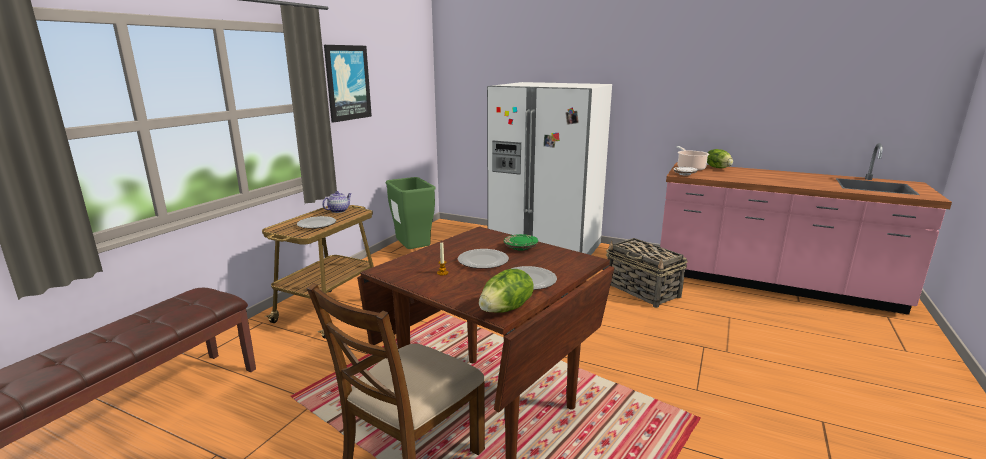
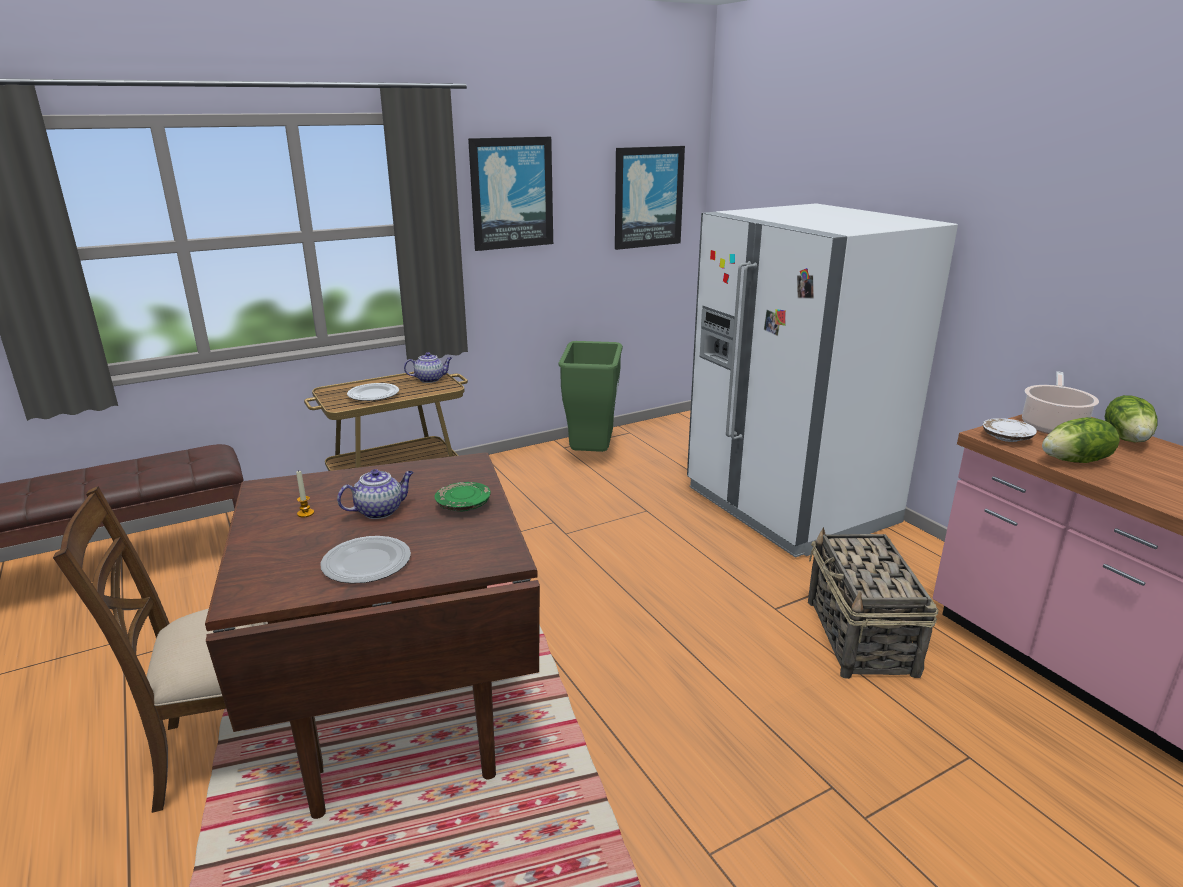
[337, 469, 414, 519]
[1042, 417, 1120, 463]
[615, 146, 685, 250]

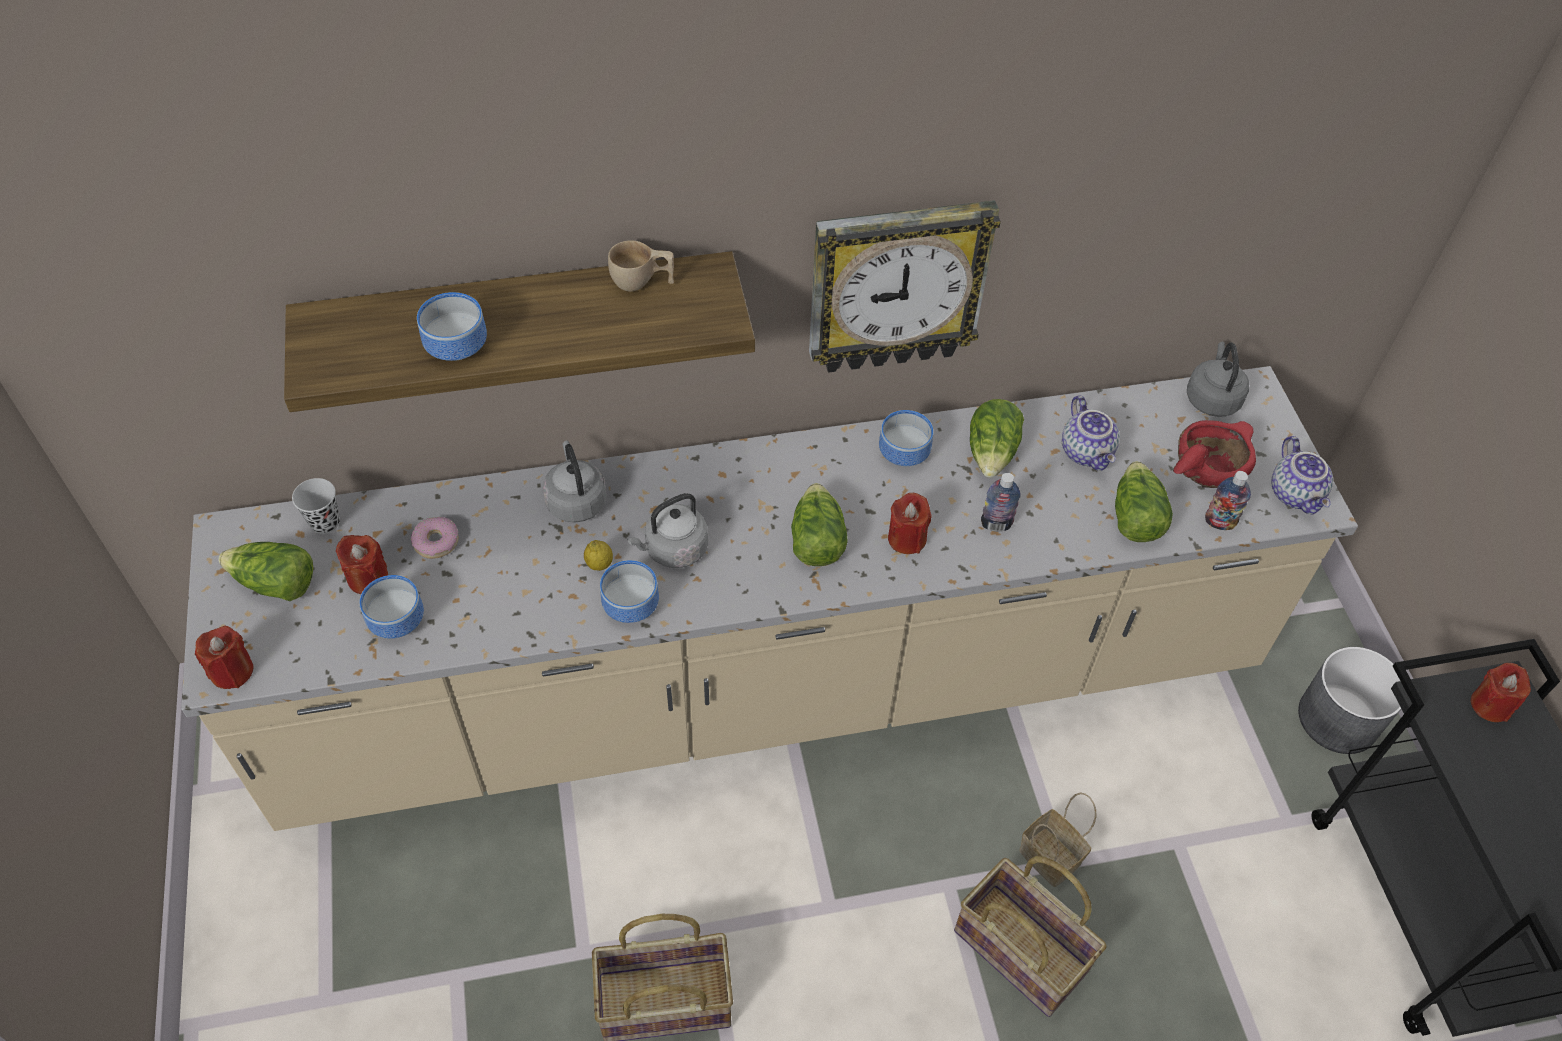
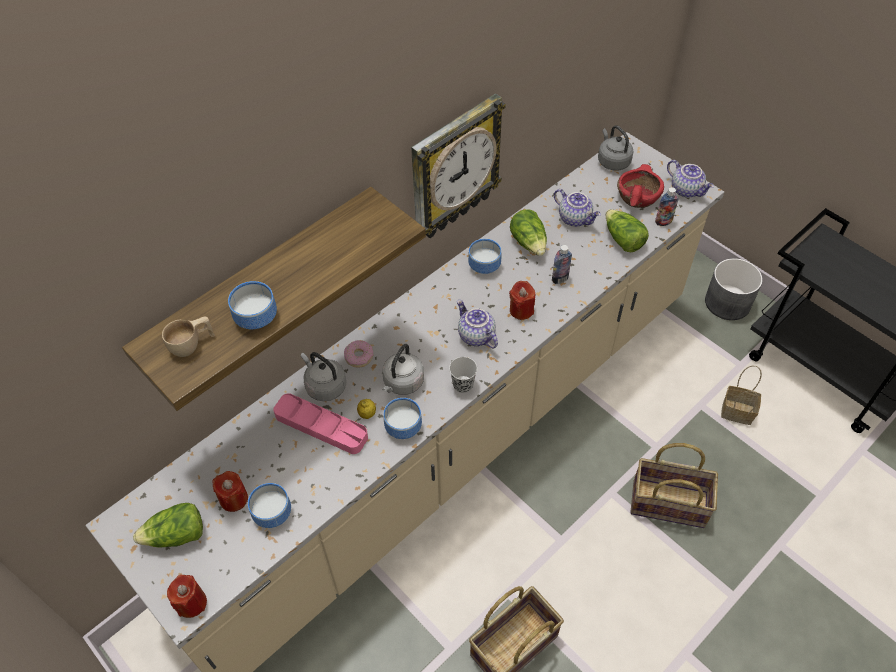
[162, 316, 215, 357]
[449, 357, 477, 393]
[457, 300, 498, 349]
[344, 340, 373, 367]
[1471, 663, 1531, 722] (first image)
[721, 365, 762, 425]
[273, 393, 368, 454]

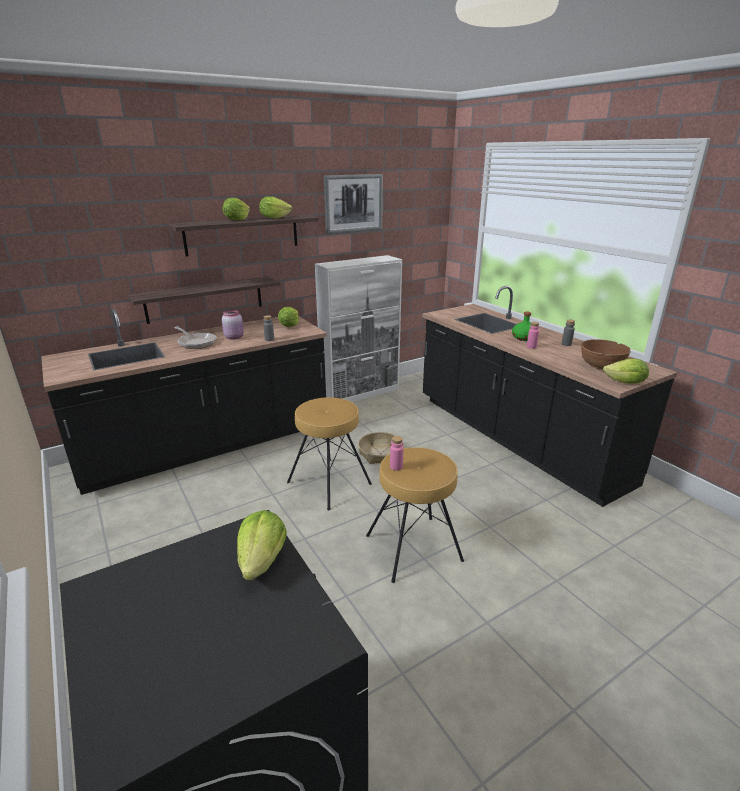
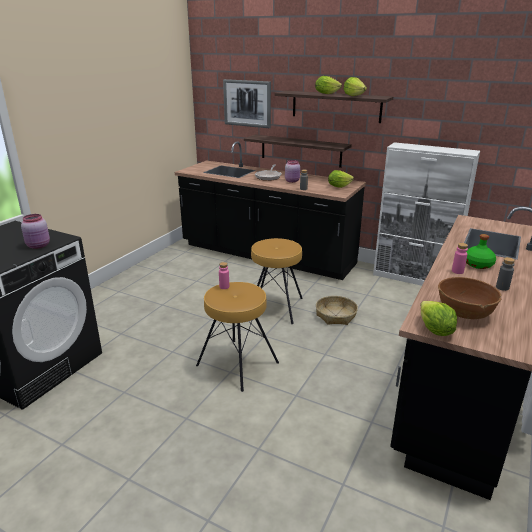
[223, 79, 271, 128]
[21, 214, 50, 249]

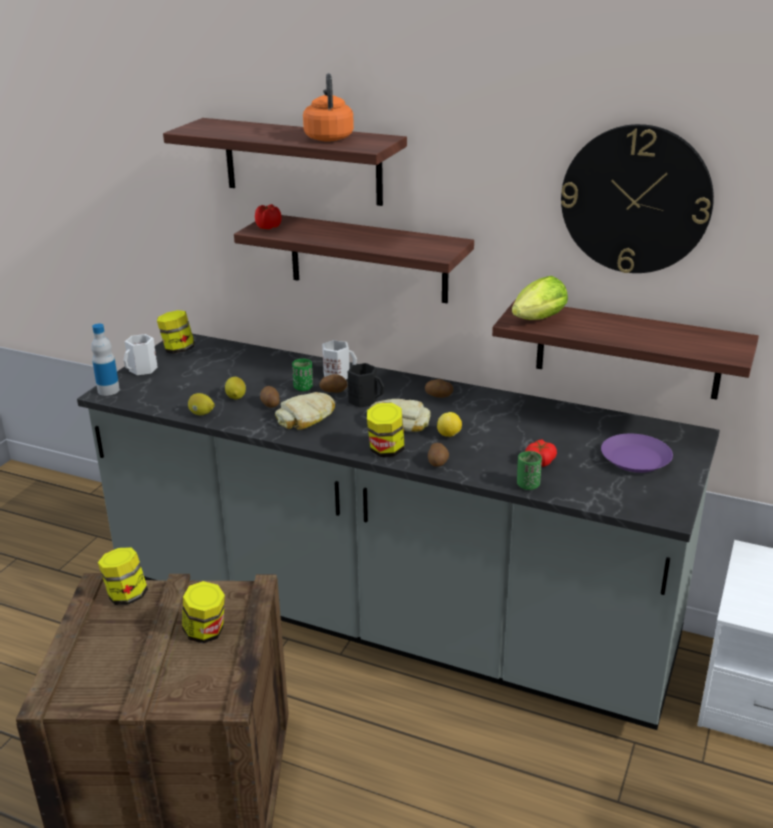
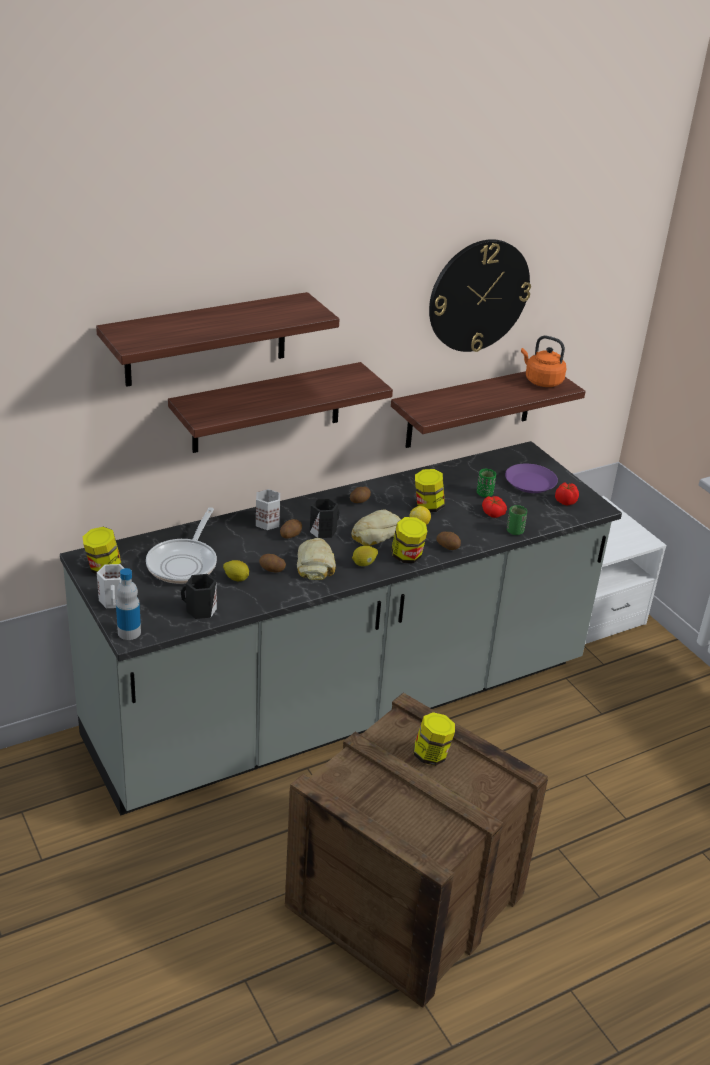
[521, 335, 566, 387]
[555, 482, 579, 505]
[512, 276, 568, 320] (first image)
[477, 469, 496, 497]
[352, 546, 378, 566]
[415, 469, 445, 512]
[146, 507, 217, 584]
[181, 574, 217, 619]

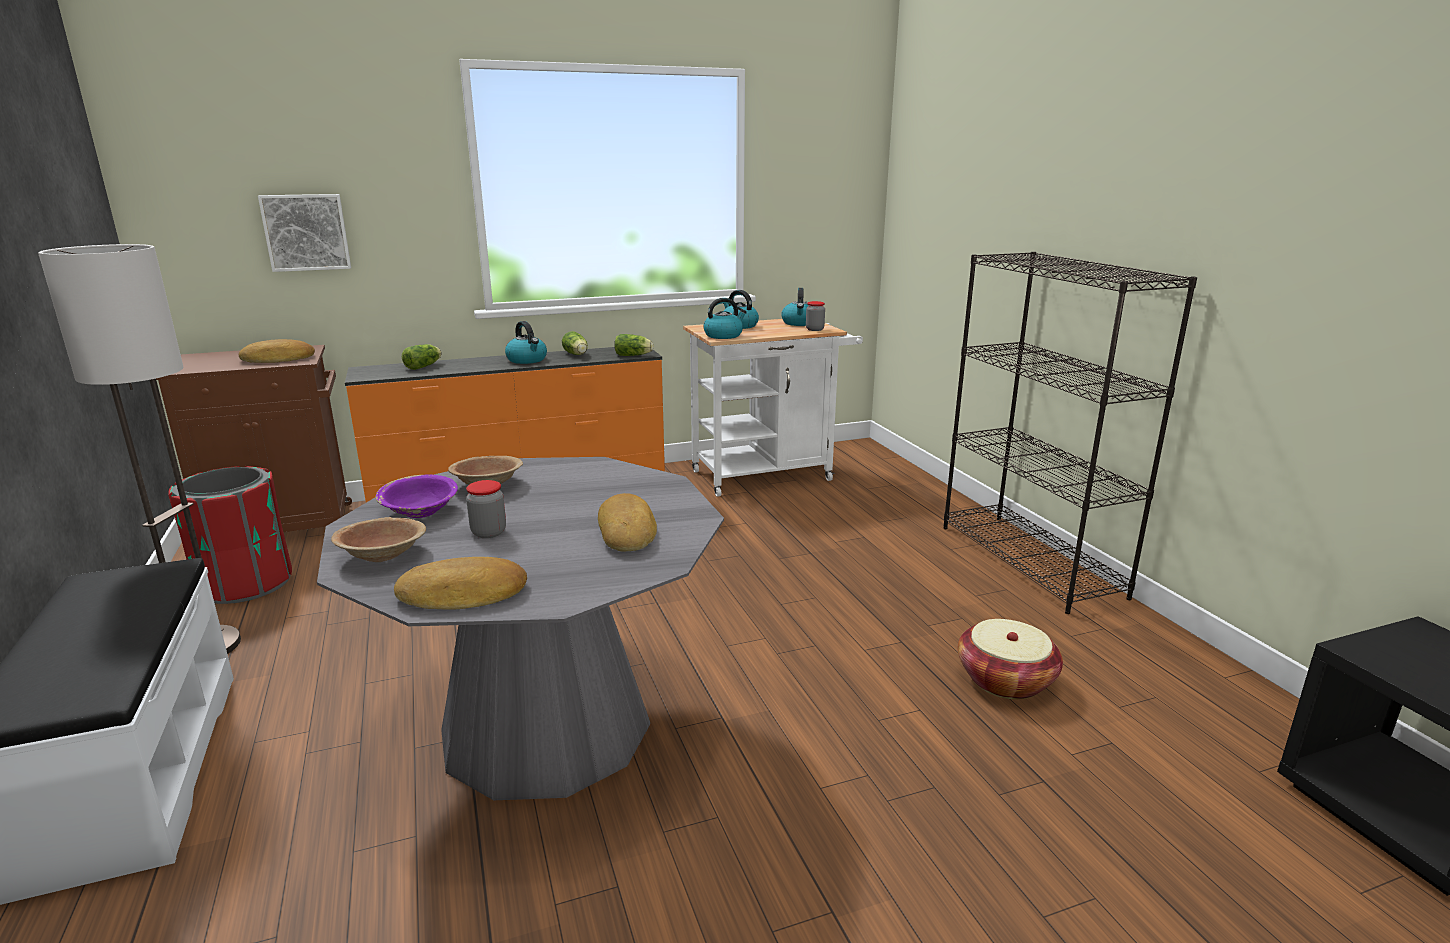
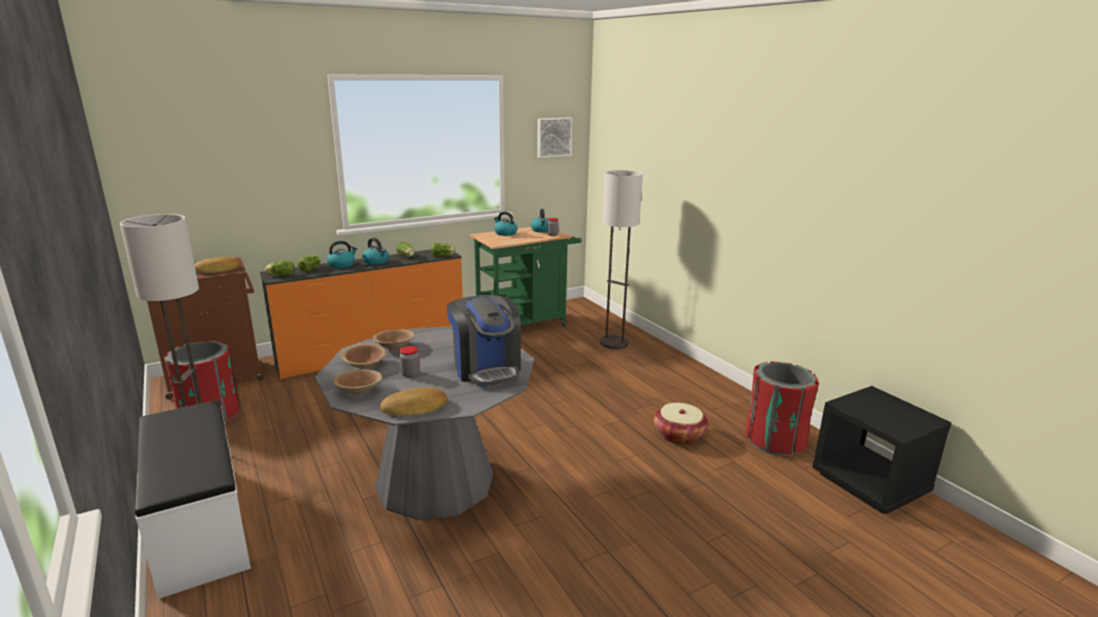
[537, 118, 572, 158]
[943, 252, 1197, 614] (first image)
[327, 241, 357, 268]
[470, 227, 582, 327]
[341, 344, 386, 369]
[447, 295, 521, 387]
[600, 170, 643, 349]
[265, 260, 295, 276]
[745, 361, 819, 455]

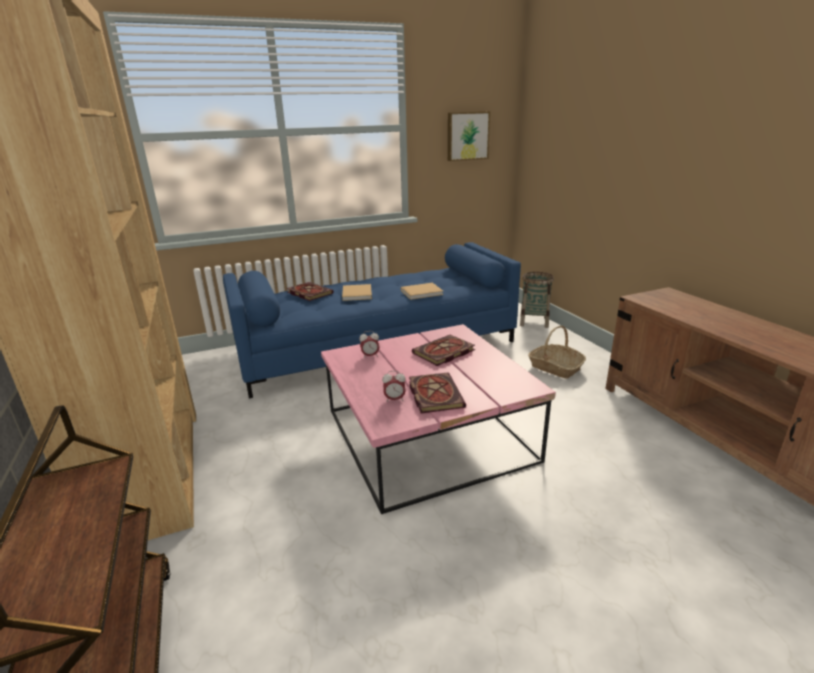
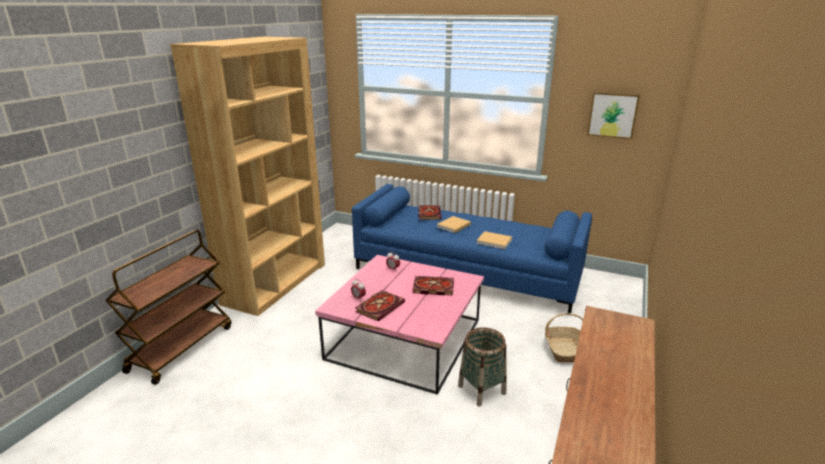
[458, 327, 507, 406]

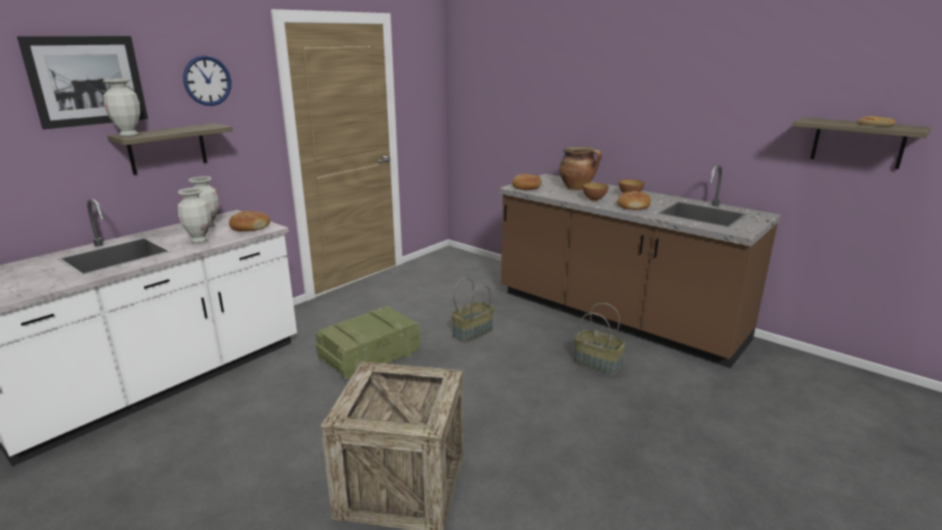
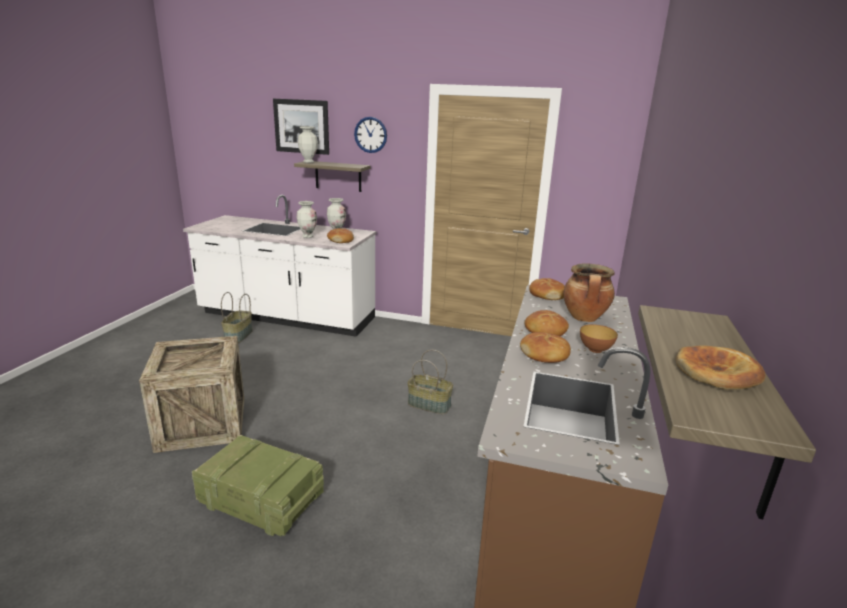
[525, 310, 569, 336]
[221, 292, 253, 343]
[192, 435, 324, 536]

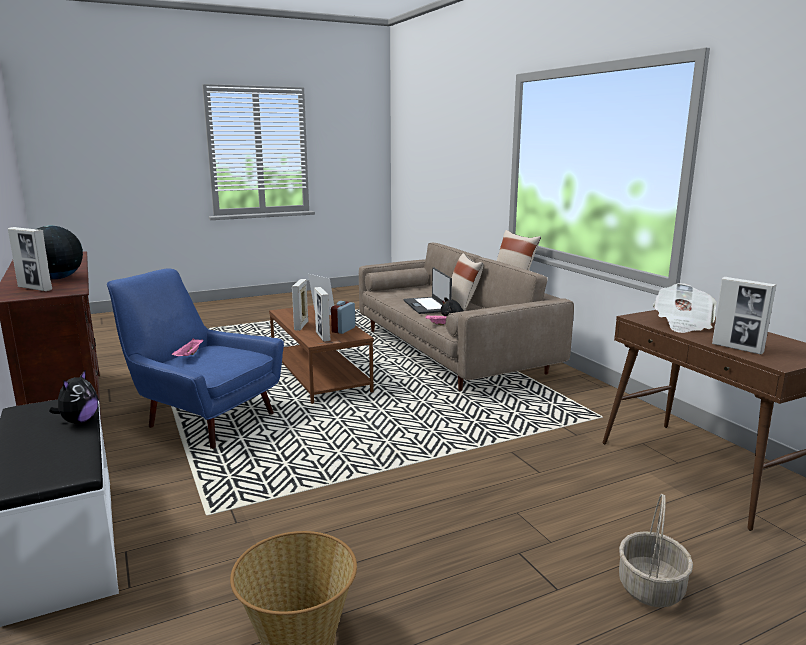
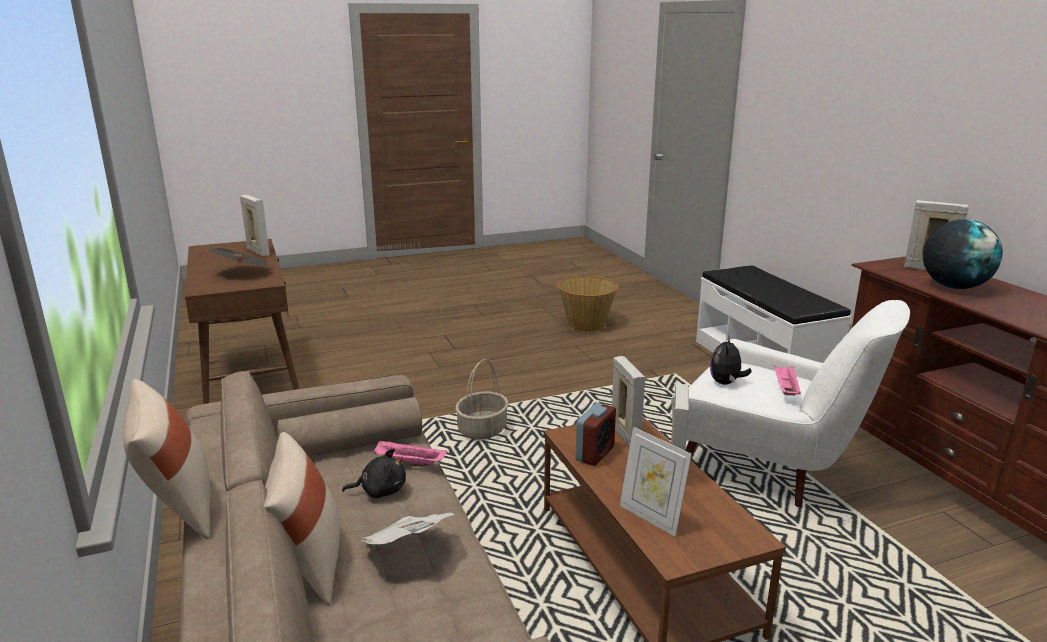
[362, 513, 455, 544]
[671, 300, 910, 507]
[710, 335, 752, 385]
[455, 359, 509, 440]

